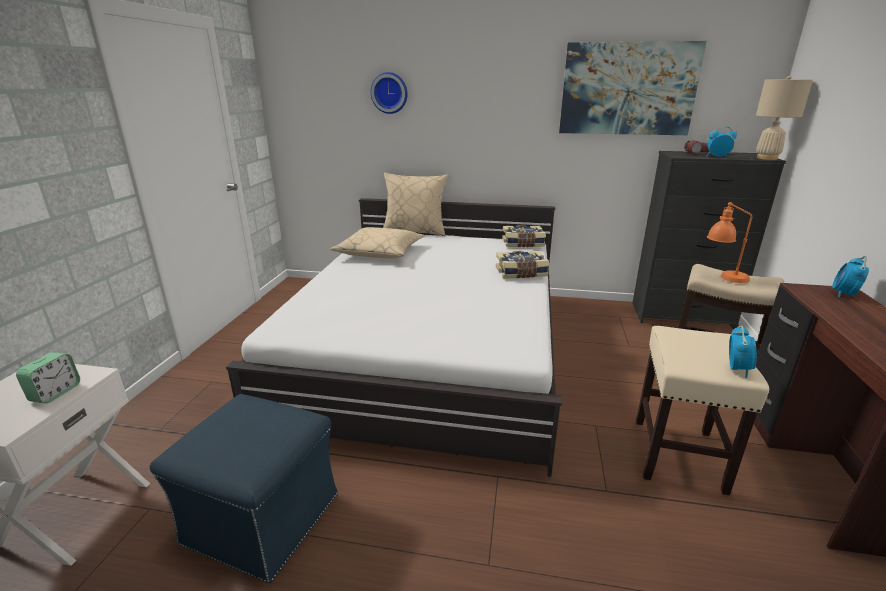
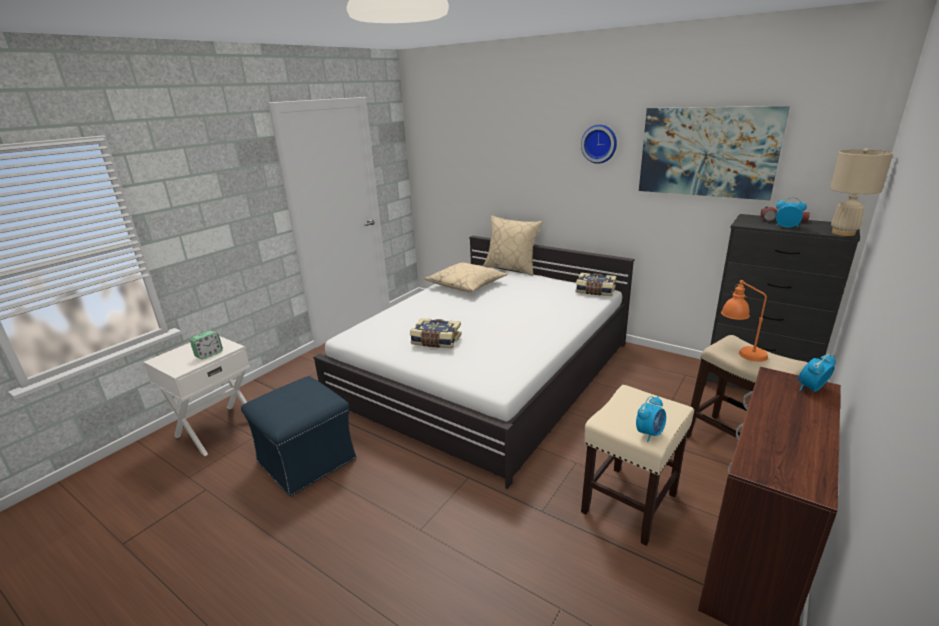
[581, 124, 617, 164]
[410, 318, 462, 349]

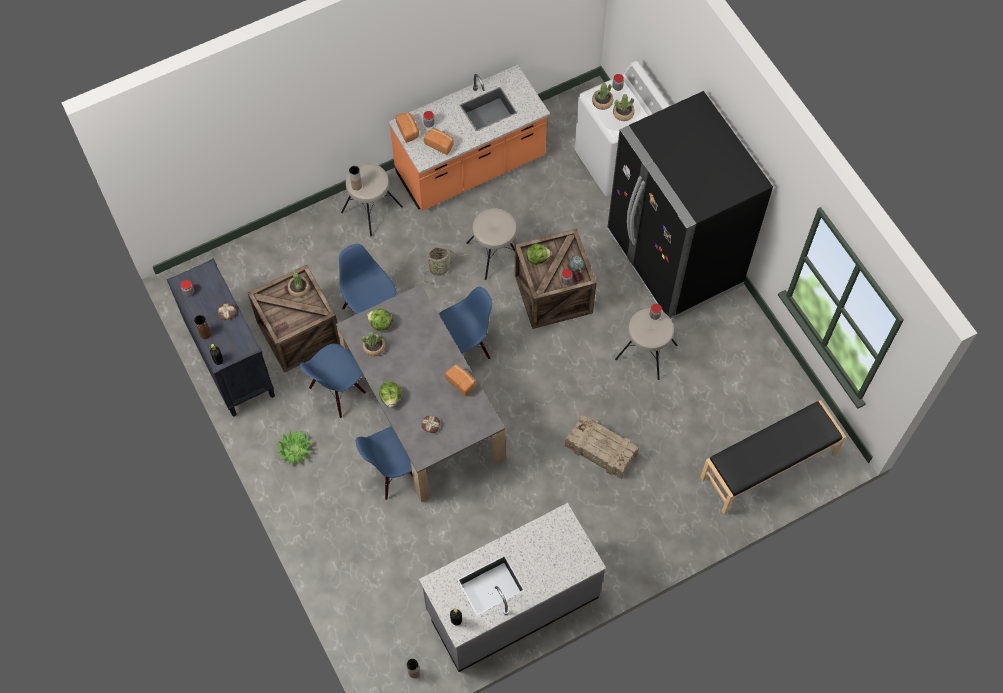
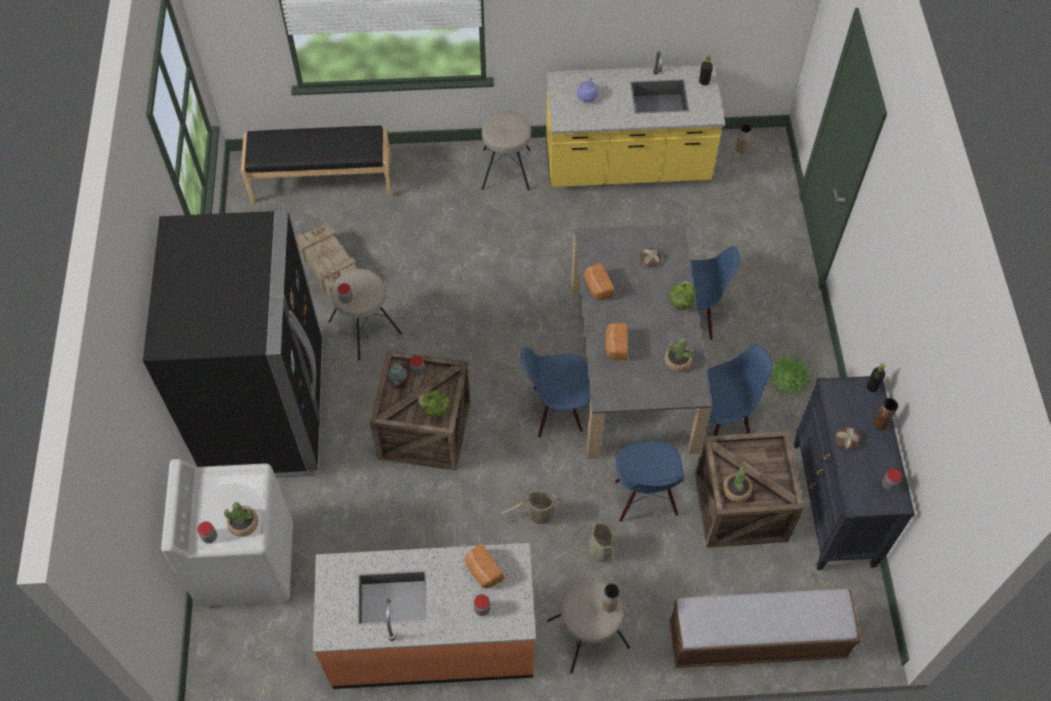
[613, 94, 635, 121] (first image)
[606, 323, 628, 360]
[482, 111, 531, 190]
[367, 309, 393, 331] (first image)
[296, 223, 357, 300]
[546, 51, 725, 187]
[577, 77, 598, 103]
[573, 521, 626, 581]
[669, 589, 861, 668]

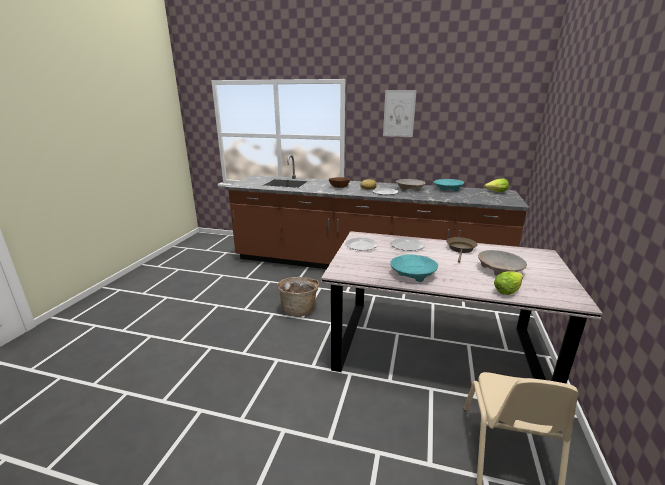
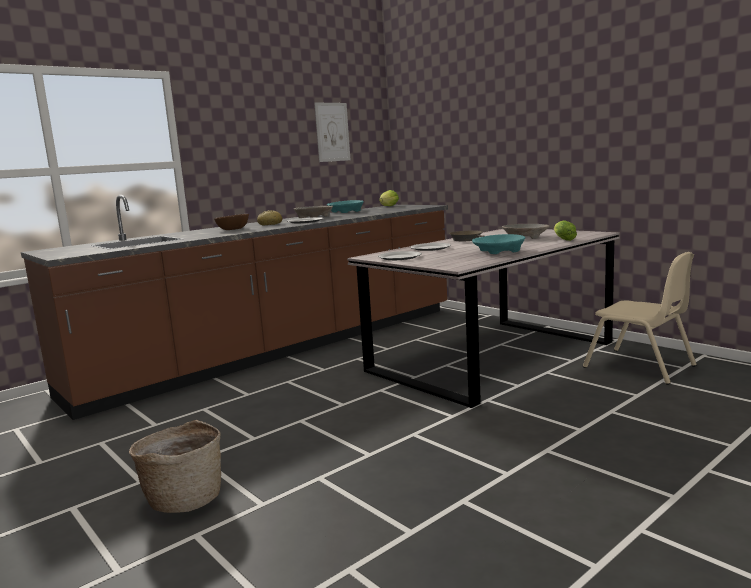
[314, 102, 350, 162]
[129, 420, 221, 513]

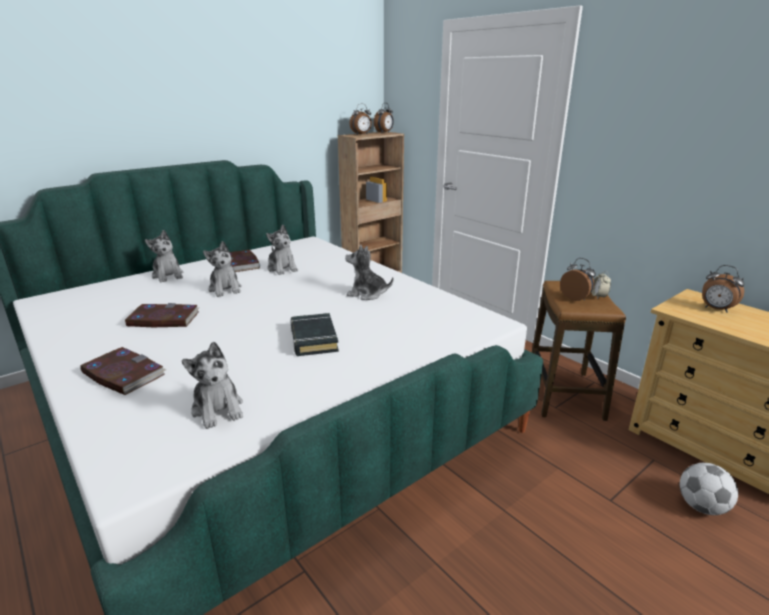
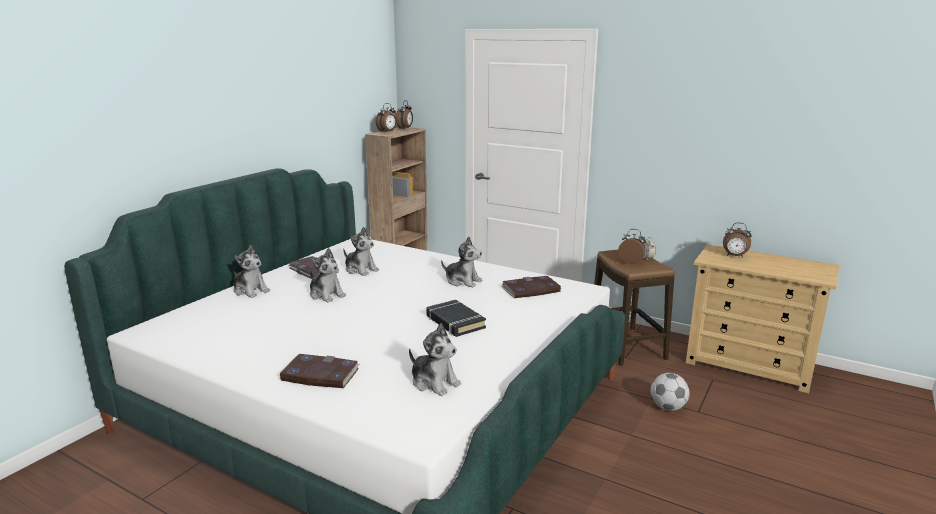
[441, 236, 482, 287]
[501, 276, 561, 298]
[651, 373, 690, 411]

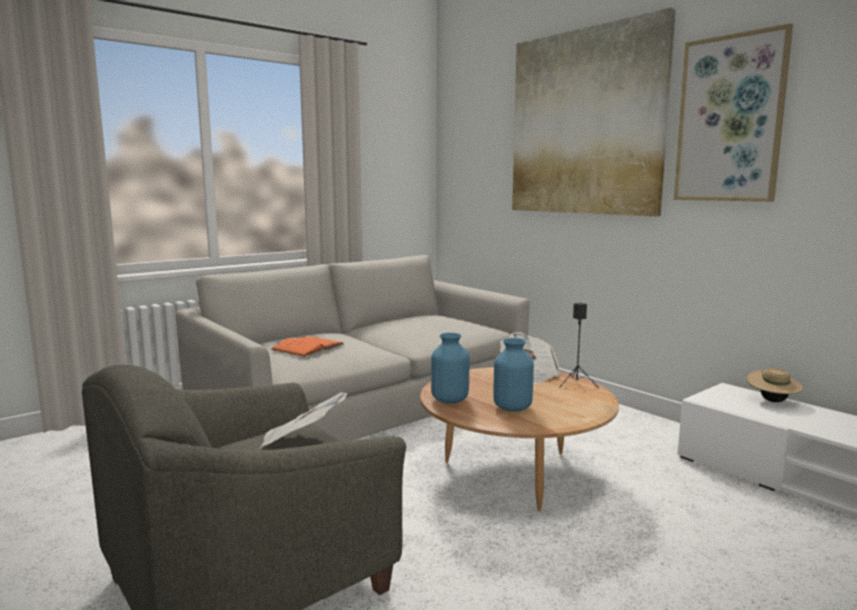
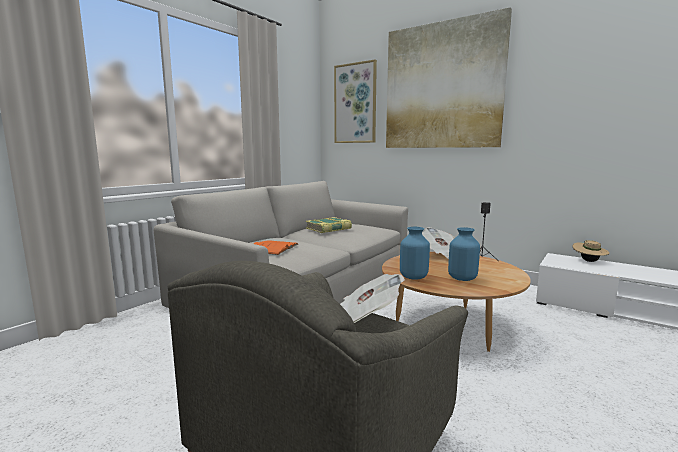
[334, 59, 377, 143]
[306, 217, 352, 233]

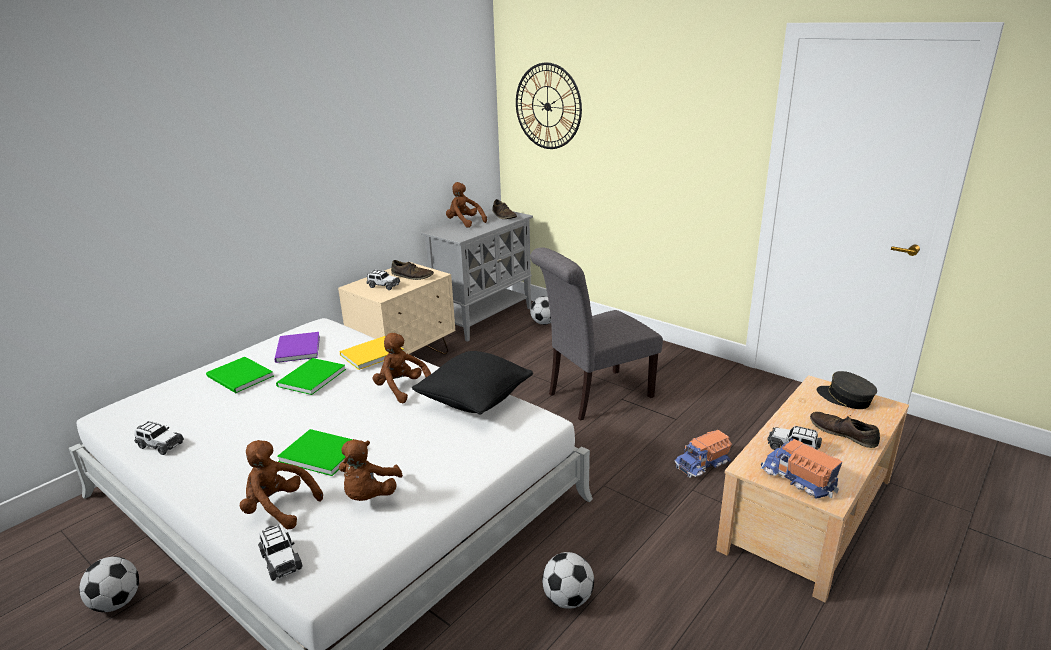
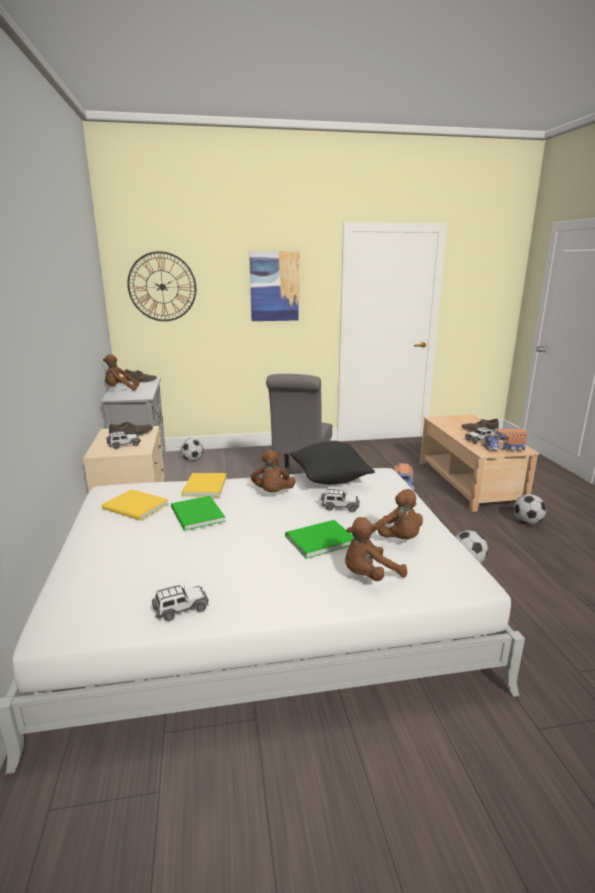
[102, 489, 169, 520]
[251, 450, 296, 492]
[206, 357, 274, 393] (first image)
[817, 371, 877, 409] (first image)
[321, 489, 360, 512]
[514, 494, 546, 524]
[249, 251, 300, 321]

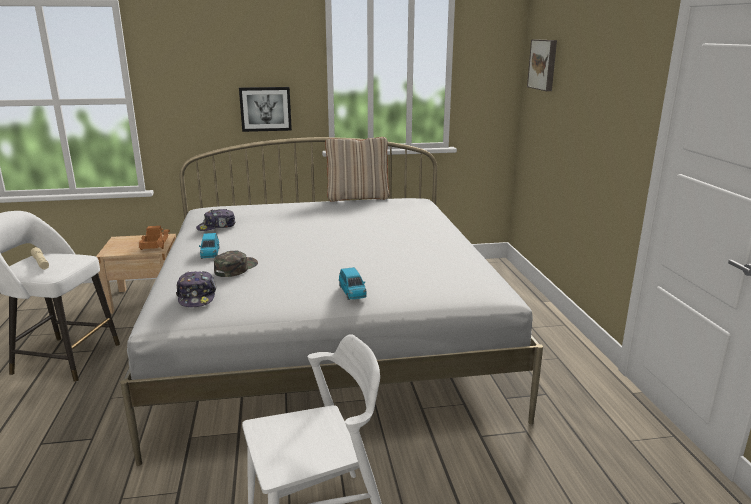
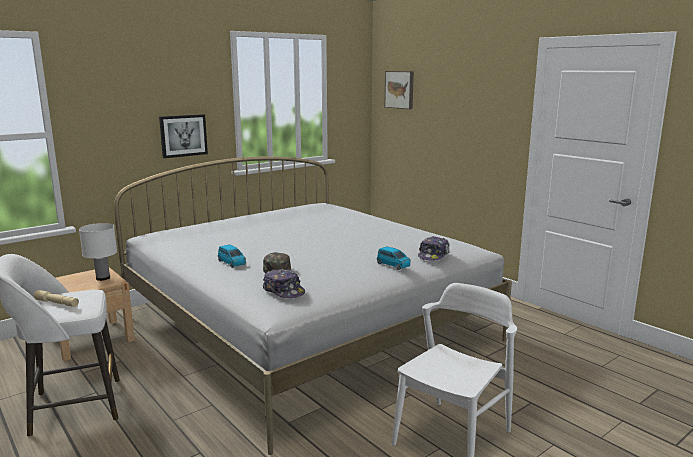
[325, 137, 390, 202] (first image)
[418, 236, 450, 261]
[79, 223, 117, 281]

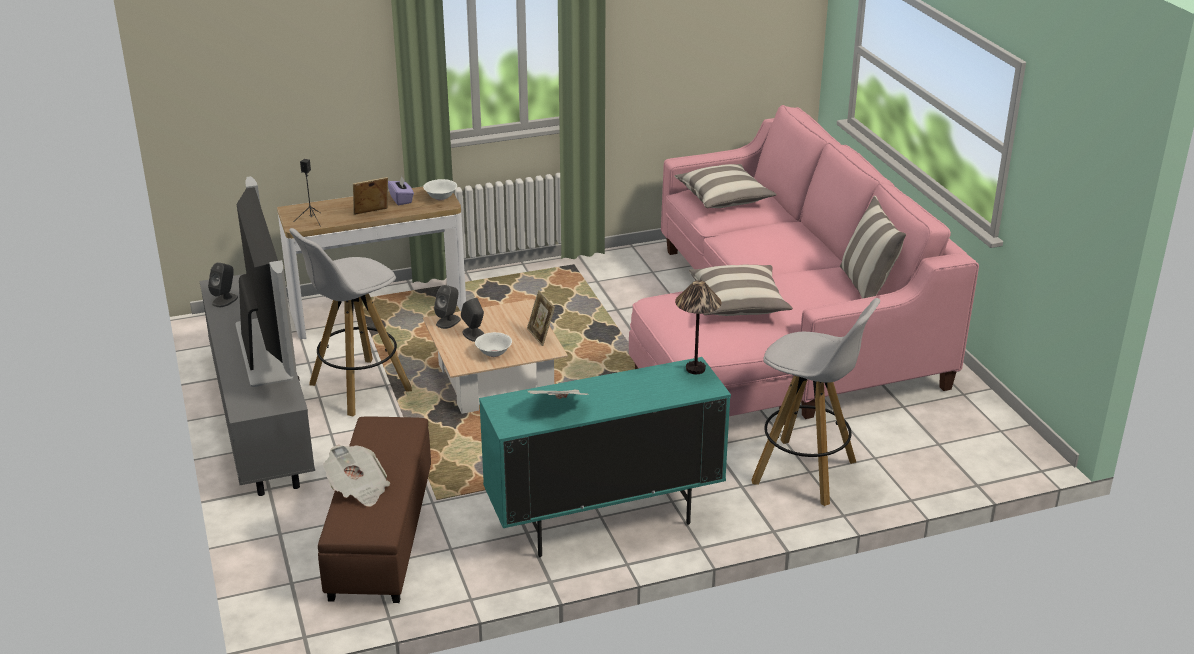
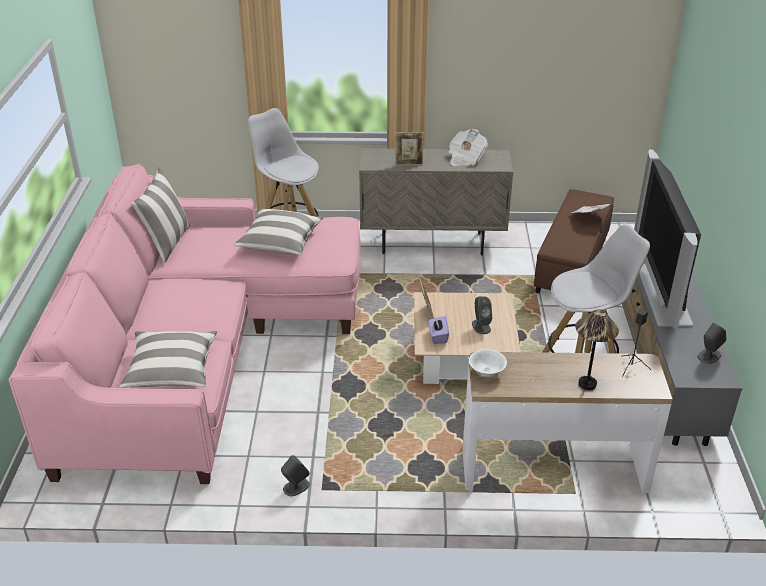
[428, 316, 449, 344]
[395, 132, 423, 166]
[575, 309, 619, 390]
[281, 455, 310, 496]
[475, 332, 512, 357] (first image)
[359, 148, 513, 255]

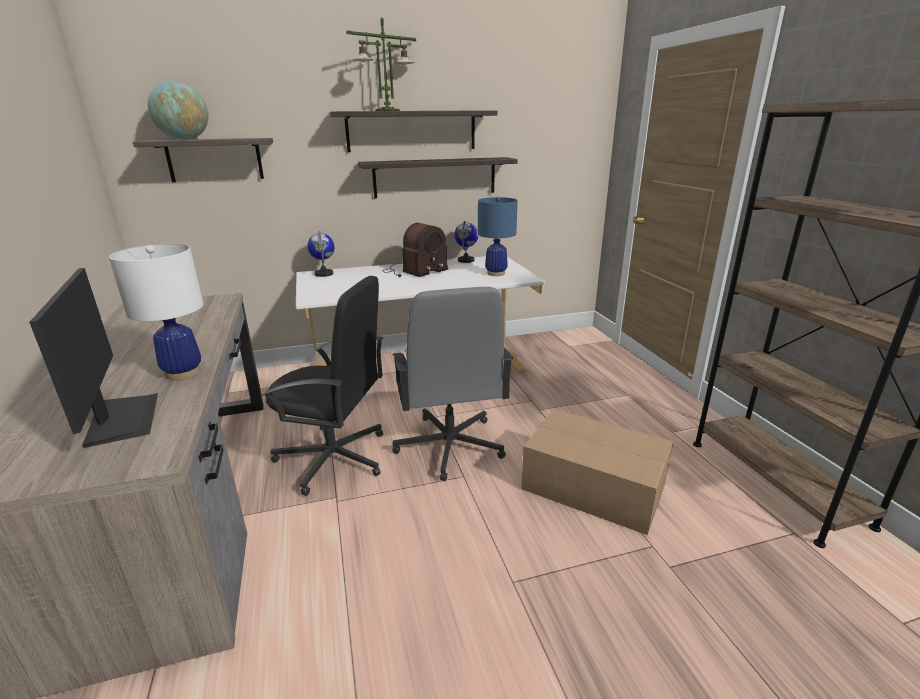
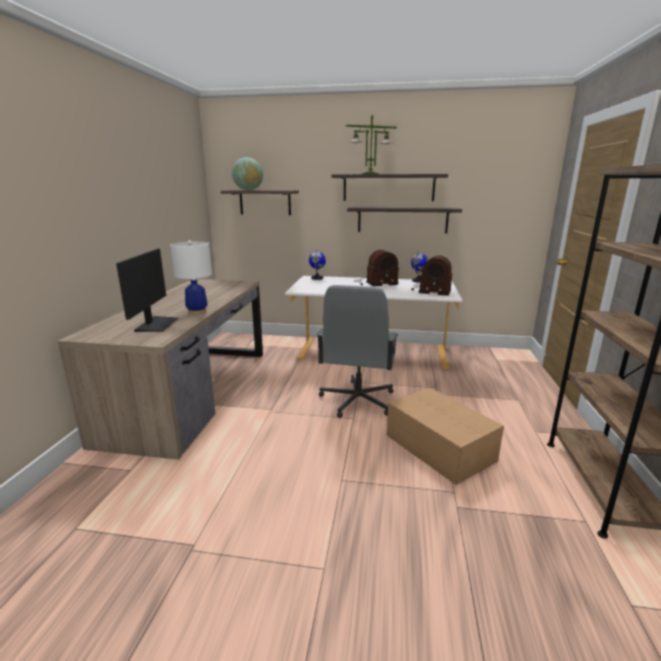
[411, 256, 452, 296]
[262, 276, 383, 496] (first image)

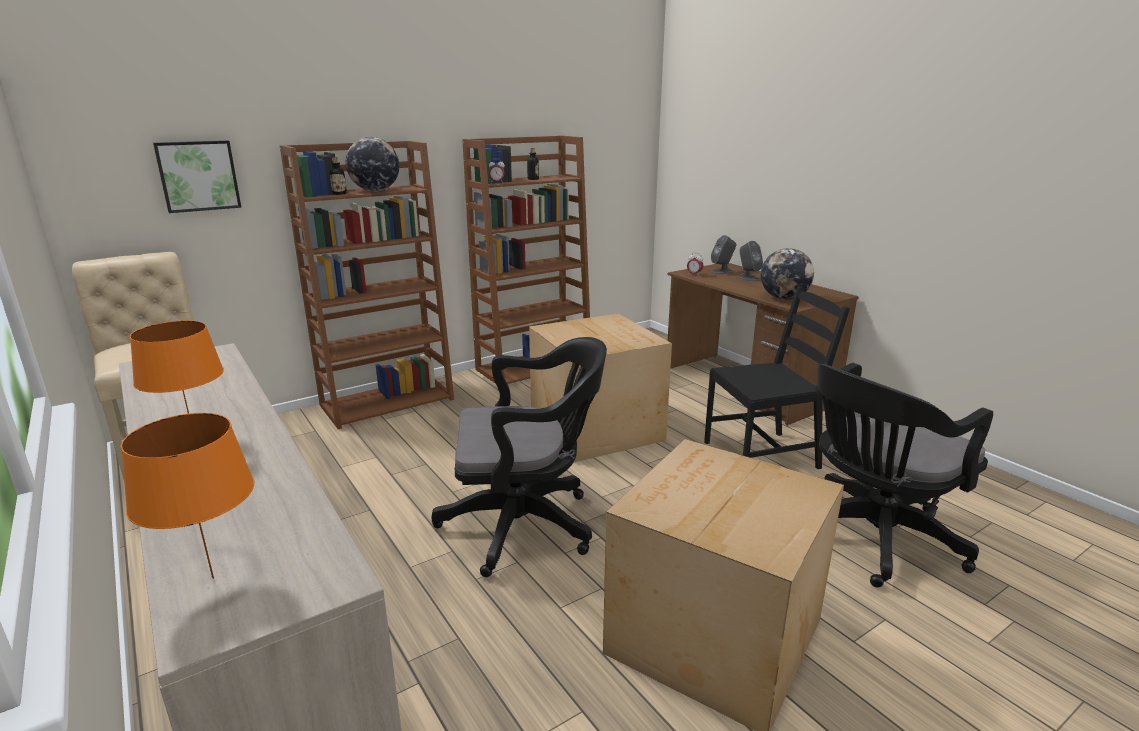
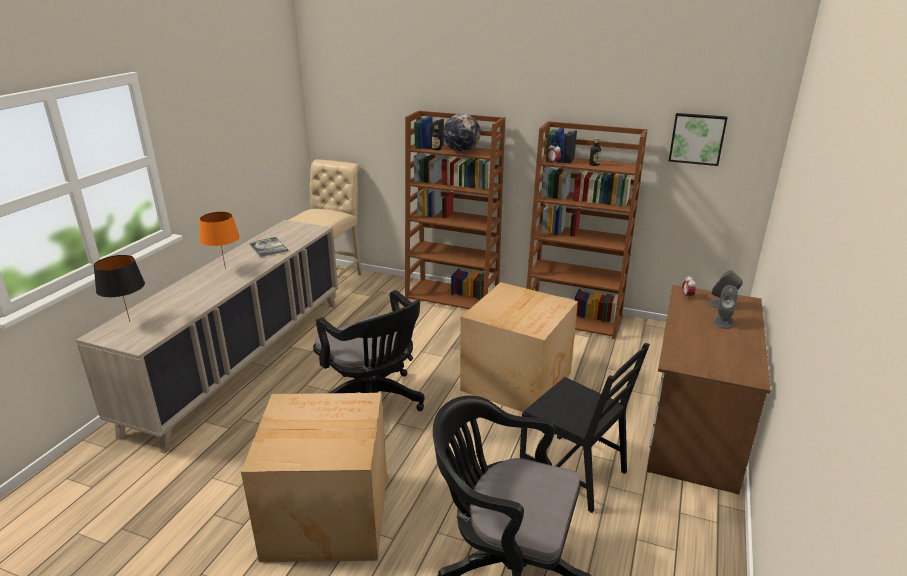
[669, 113, 728, 166]
[761, 248, 814, 300] (first image)
[93, 255, 145, 321]
[249, 237, 288, 257]

